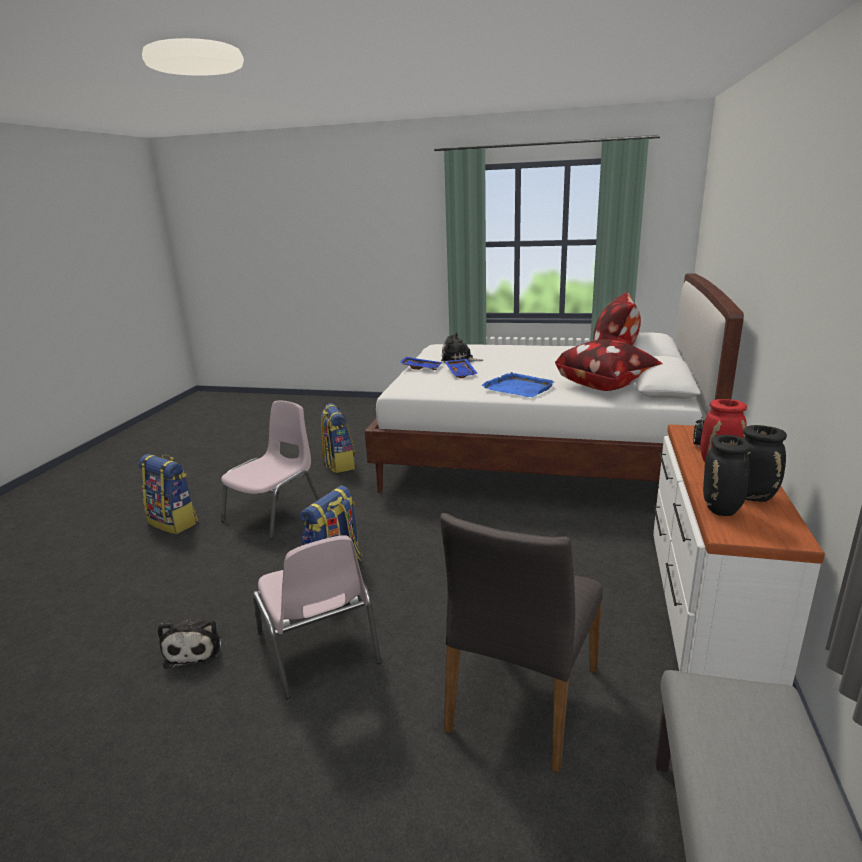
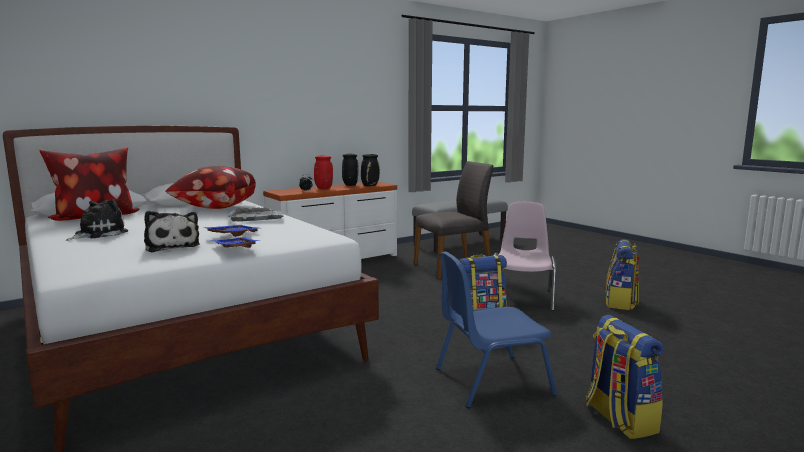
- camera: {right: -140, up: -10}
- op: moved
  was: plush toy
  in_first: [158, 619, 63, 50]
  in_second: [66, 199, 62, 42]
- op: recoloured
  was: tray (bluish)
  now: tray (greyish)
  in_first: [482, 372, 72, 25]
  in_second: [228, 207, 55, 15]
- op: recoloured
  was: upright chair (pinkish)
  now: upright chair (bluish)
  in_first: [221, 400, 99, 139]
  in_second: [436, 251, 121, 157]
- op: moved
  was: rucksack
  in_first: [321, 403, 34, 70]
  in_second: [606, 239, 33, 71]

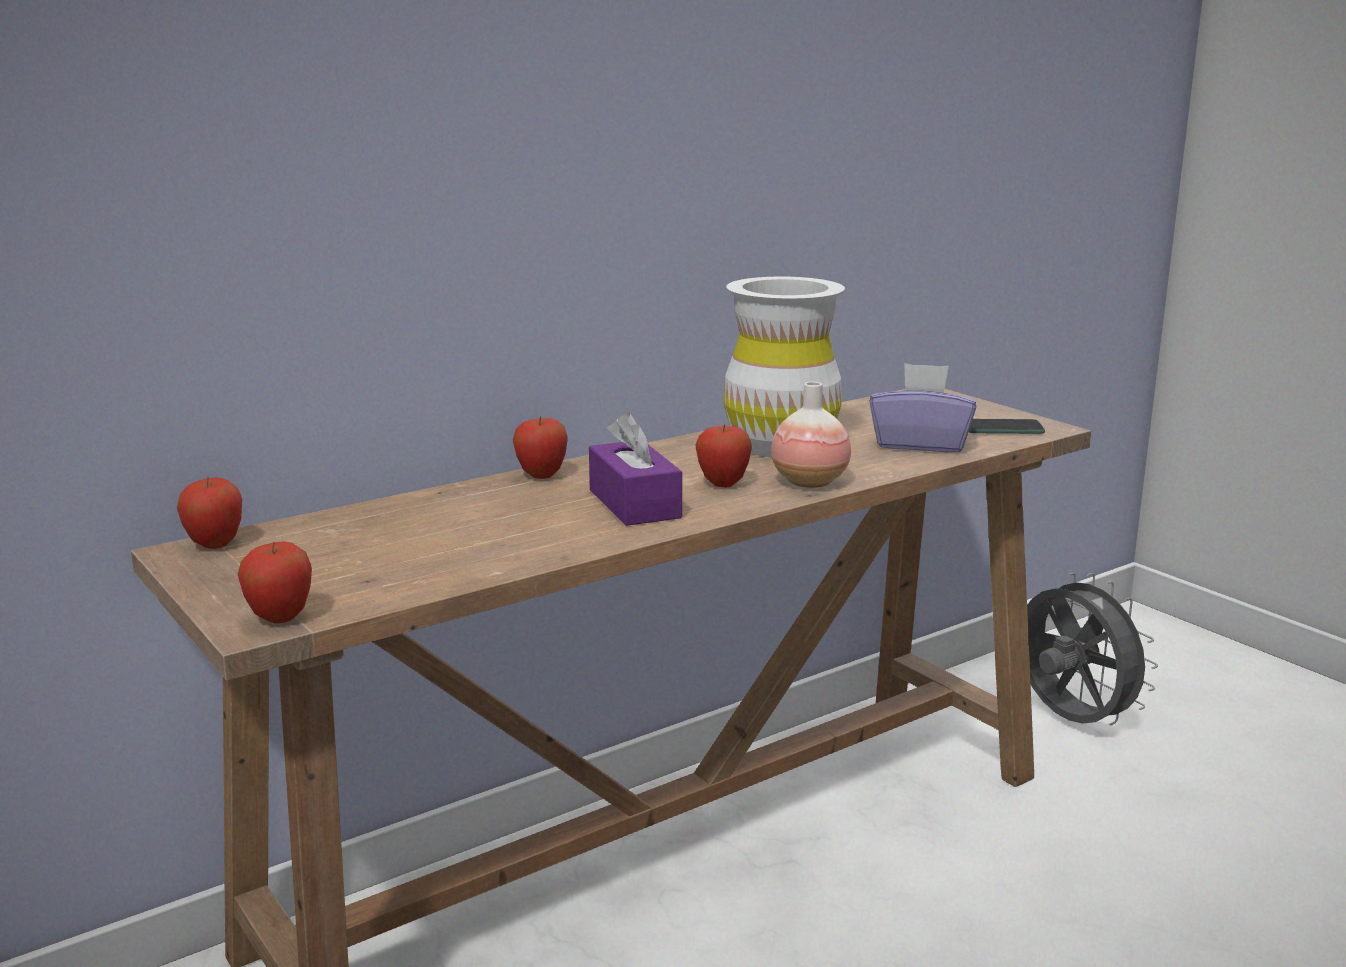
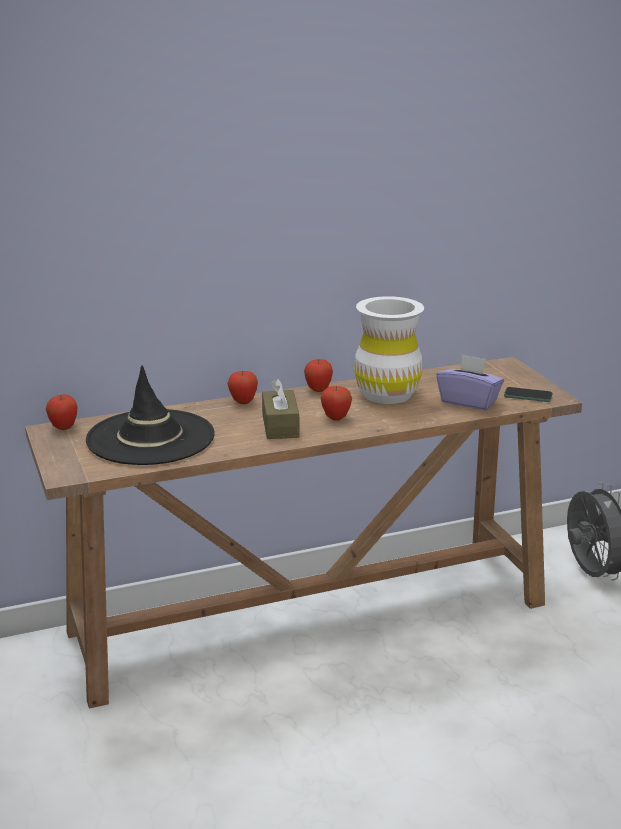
- camera: {right: 15, up: 5}
- op: added
  now: clothing hat (blackish)
  in_second: [86, 366, 129, 99]
- op: recoloured
  was: tissue holder (purplish)
  now: tissue holder (brownish)
  in_first: [589, 412, 93, 114]
  in_second: [262, 378, 37, 61]
- op: moved
  was: whole apple
  in_first: [238, 541, 74, 82]
  in_second: [304, 359, 29, 33]
- op: removed
  was: vase
  in_first: [771, 381, 80, 107]

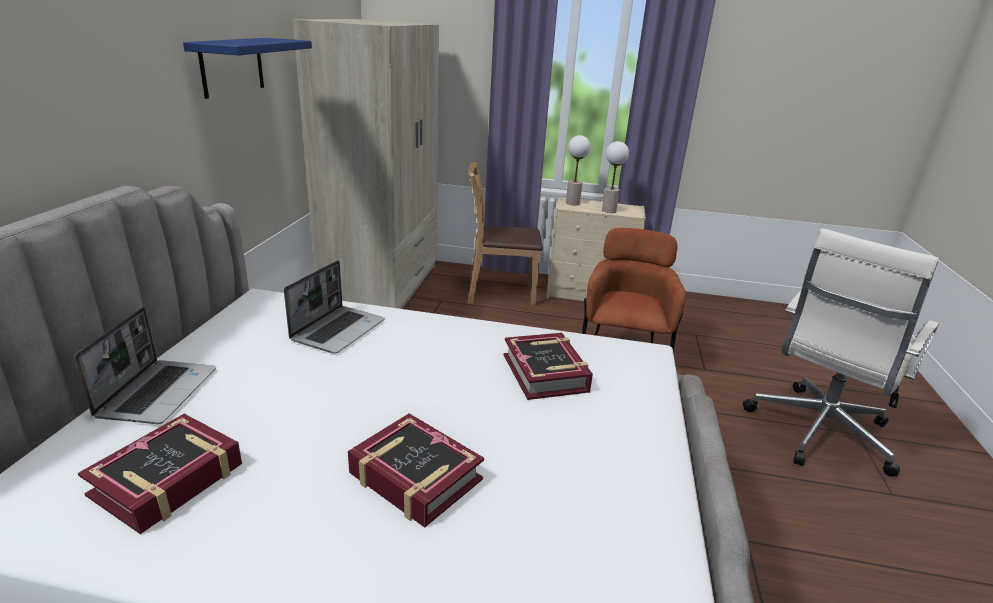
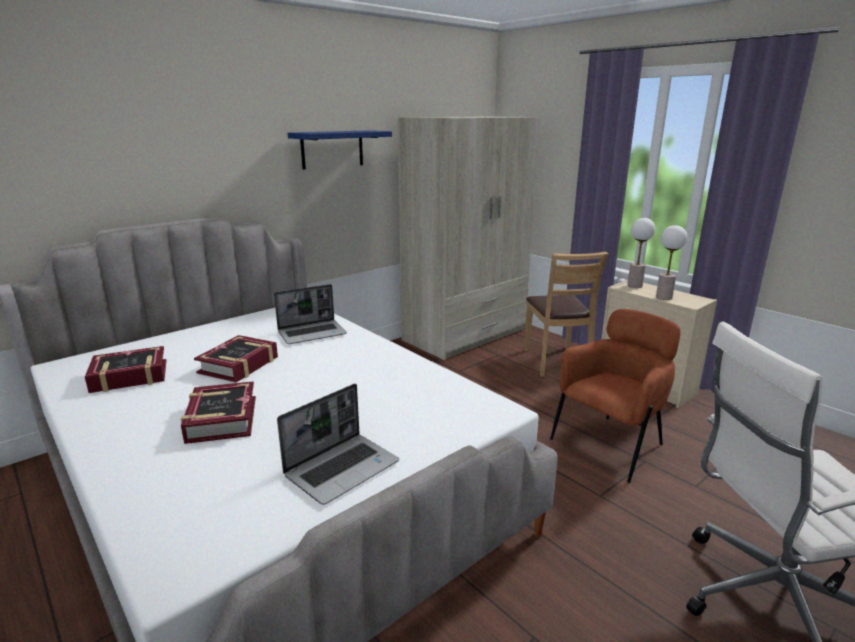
- camera: {right: 40, up: -5}
- op: moved
  was: volume
  in_first: [504, 333, 89, 67]
  in_second: [194, 335, 84, 48]
- op: moved
  was: portable computer
  in_first: [74, 307, 142, 117]
  in_second: [277, 384, 122, 121]
- op: turned
  was: upright chair (brownish)
  in_first: [468, 162, 75, 144]
  in_second: [524, 252, 84, 125]
  clockwise: -135

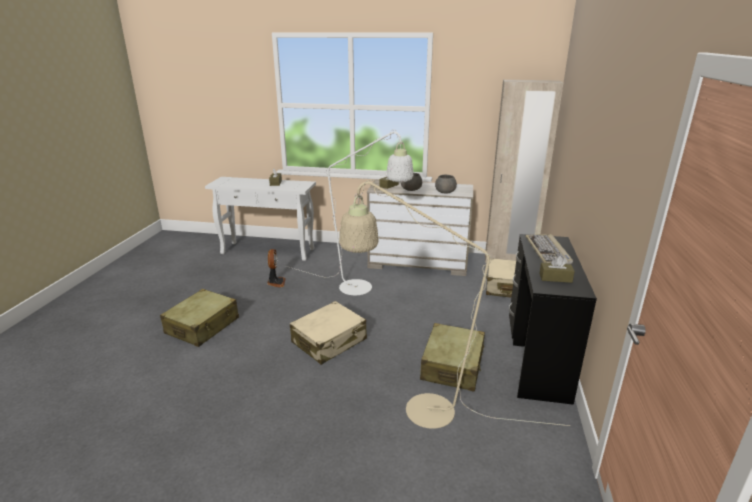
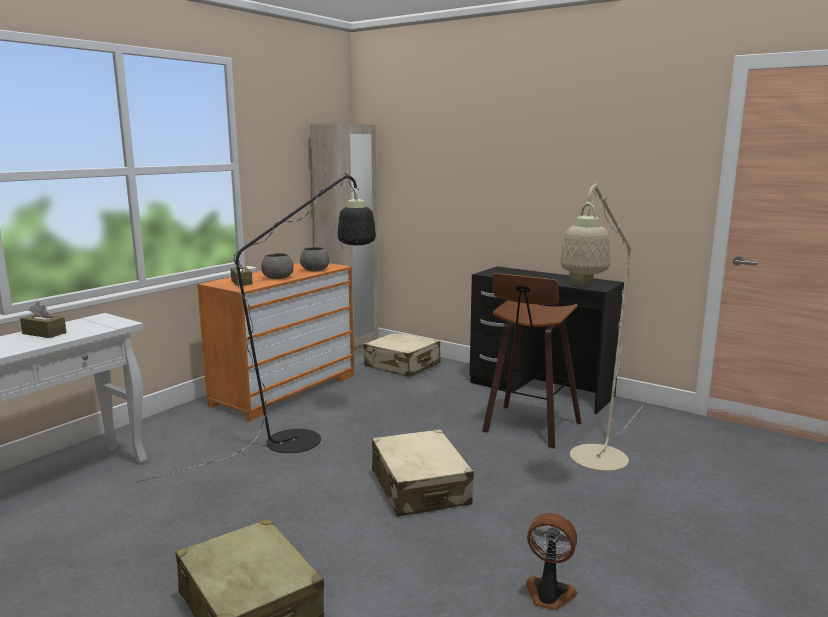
- camera: {right: -65, up: -10}
- op: recoloured
  was: floor lamp (white-coloured)
  now: floor lamp (blackish)
  in_first: [286, 130, 127, 165]
  in_second: [137, 173, 239, 310]
- op: recoloured
  was: dresser (beige)
  now: dresser (orange-coloured)
  in_first: [367, 180, 106, 96]
  in_second: [197, 263, 157, 159]
- op: replaced
  was: travel case (beige)
  now: stool
  in_first: [420, 323, 65, 69]
  in_second: [482, 273, 99, 175]
- op: moved
  was: electric fan
  in_first: [267, 249, 19, 39]
  in_second: [526, 513, 51, 97]
- op: removed
  was: keyboard
  in_first: [525, 234, 48, 30]

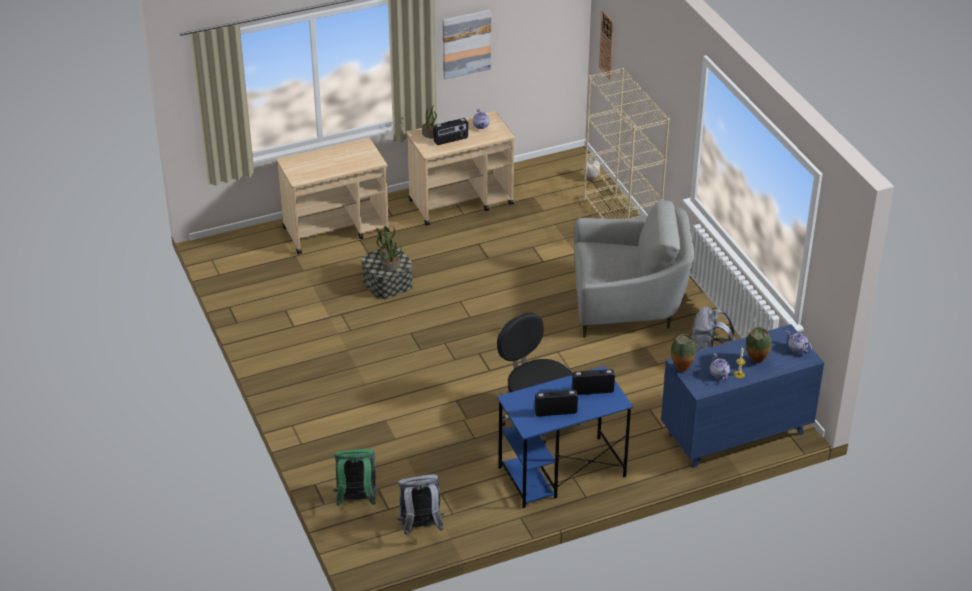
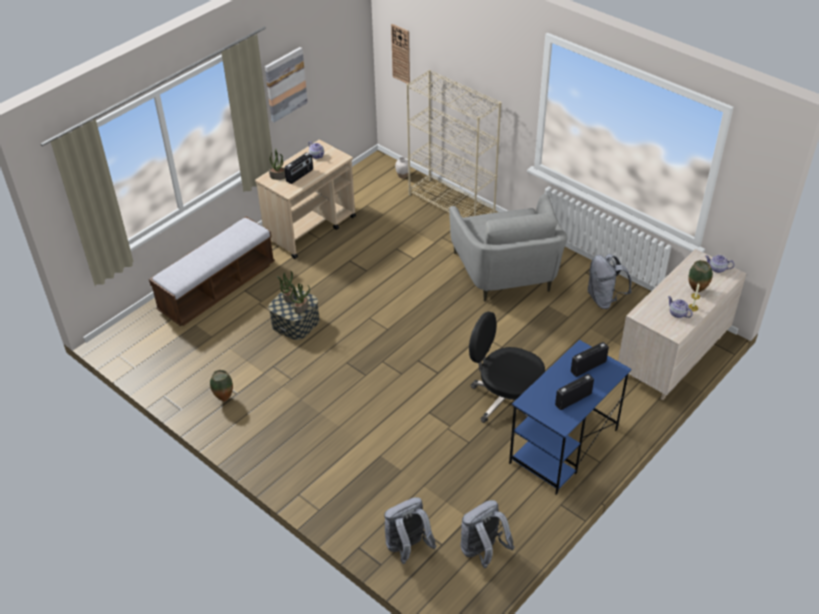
- camera: {right: -25, up: 5}
- op: replaced
  was: wheeled cart (beige)
  now: long seat
  in_first: [277, 137, 113, 117]
  in_second: [149, 216, 126, 110]
- op: moved
  was: vase
  in_first: [671, 334, 25, 38]
  in_second: [210, 370, 23, 32]
- op: recoloured
  was: rucksack (green)
  now: rucksack (greyish)
  in_first: [333, 449, 46, 57]
  in_second: [384, 497, 53, 67]
- op: turned
  was: lounge chair (greyish)
  in_first: [574, 200, 120, 138]
  in_second: [449, 194, 119, 108]
  clockwise: 105
- op: recoloured
  was: dresser (bluish)
  now: dresser (beige)
  in_first: [661, 324, 163, 144]
  in_second: [618, 249, 129, 151]

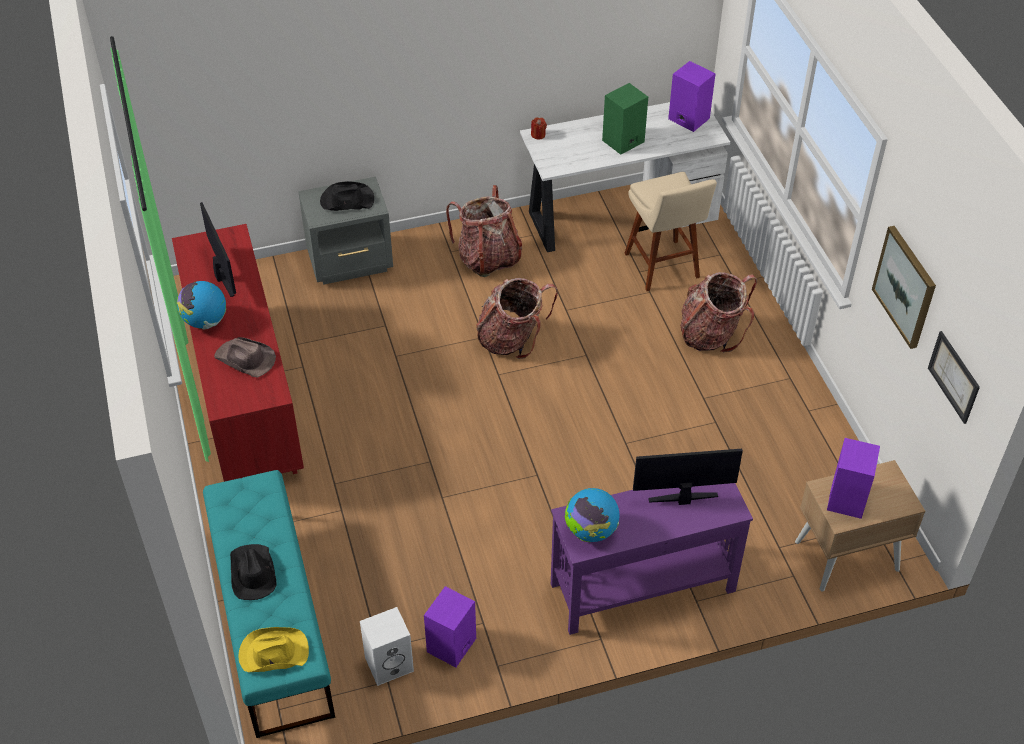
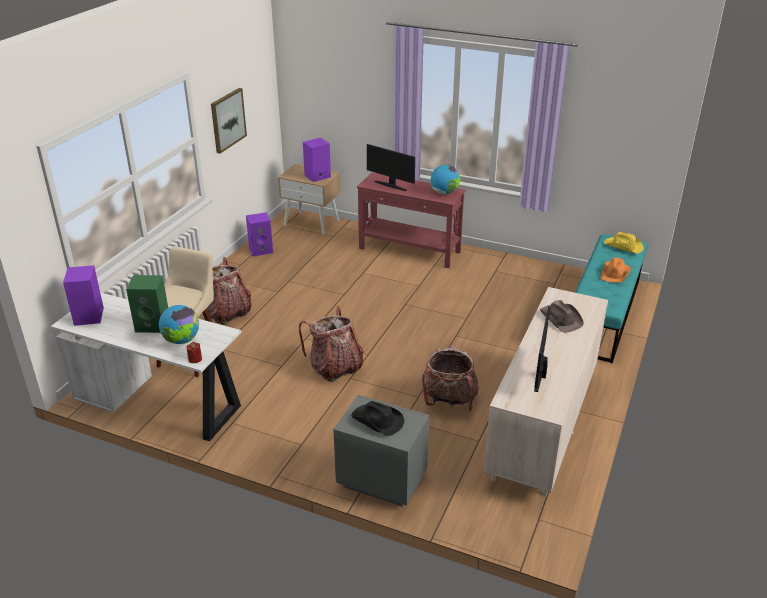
- camera: {right: -140, up: -15}
- op: moved
  was: world globe
  in_first: [177, 281, 49, 48]
  in_second: [159, 305, 40, 39]
- op: moved
  was: speaker (purplish)
  in_first: [424, 586, 52, 81]
  in_second: [246, 212, 27, 44]
- op: recoloured
  was: hall table (purplish)
  now: hall table (reddish)
  in_first: [551, 483, 202, 152]
  in_second: [357, 172, 109, 96]
- op: moved
  was: rucksack
  in_first: [446, 185, 76, 92]
  in_second: [422, 346, 57, 66]
- op: recoloured
  was: dresser (reddish)
  now: dresser (beige)
  in_first: [172, 224, 132, 258]
  in_second: [484, 287, 124, 210]
- op: recoloured
  was: clothing hat (blackish)
  now: clothing hat (orange-coloured)
  in_first: [230, 544, 47, 56]
  in_second: [600, 258, 32, 25]
- op: removed
  was: speaker (white-coloured)
  in_first: [360, 607, 54, 79]
- op: removed
  was: wall art
  in_first: [928, 331, 52, 93]

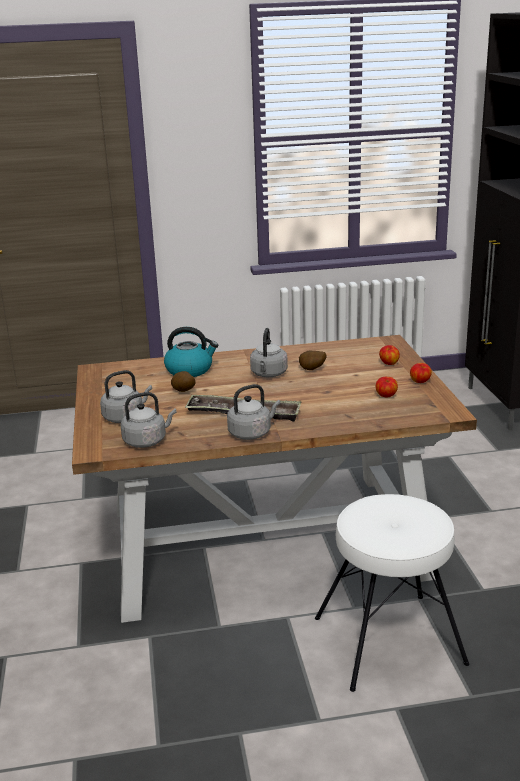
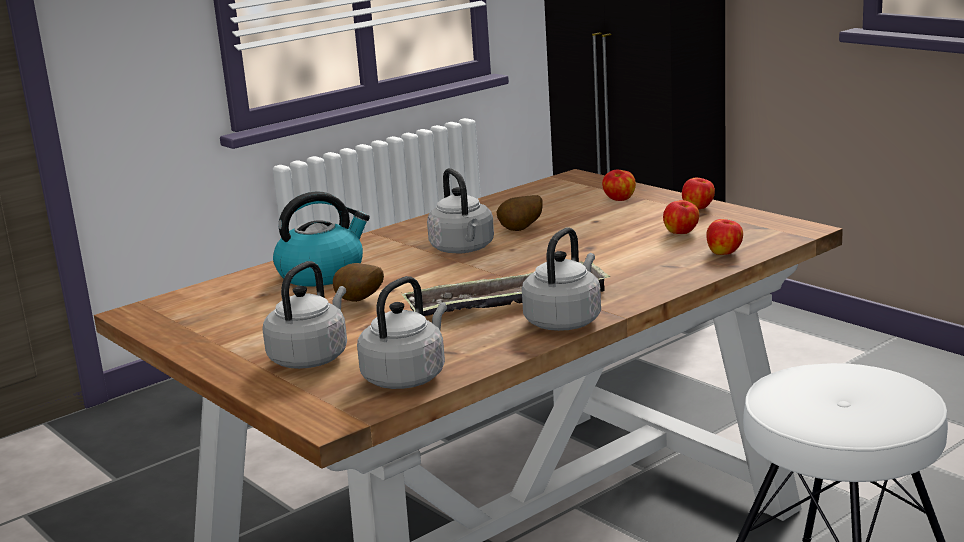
- camera: {right: -30, up: -5}
- op: added
  now: whole apple
  in_second: [706, 219, 37, 36]

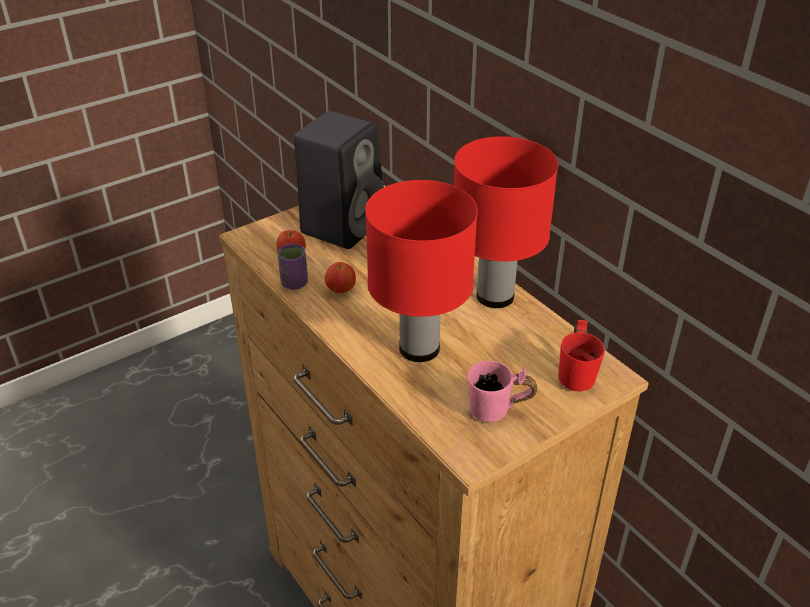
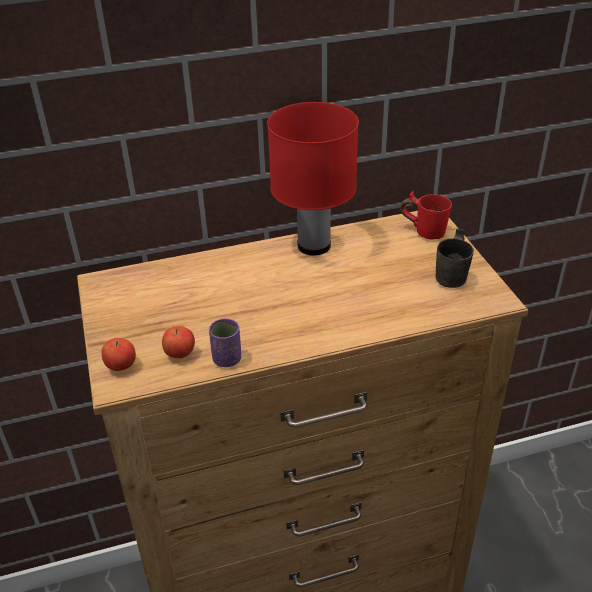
- camera: {right: -70, up: 0}
- op: moved
  was: whole apple
  in_first: [325, 262, 31, 32]
  in_second: [101, 338, 35, 33]
- op: recoloured
  was: tea mug (pinkish)
  now: tea mug (greyish)
  in_first: [468, 361, 69, 61]
  in_second: [436, 229, 38, 59]
- op: removed
  was: speaker (blackish)
  in_first: [294, 111, 90, 138]
- op: removed
  was: tabletop lamp (reddish)
  in_first: [365, 180, 113, 182]

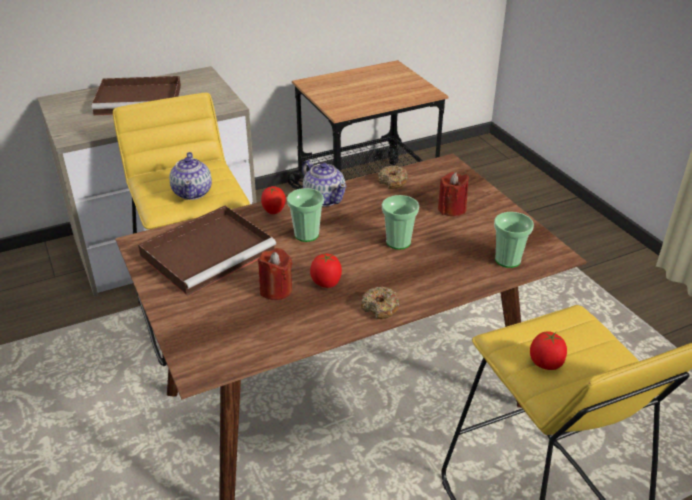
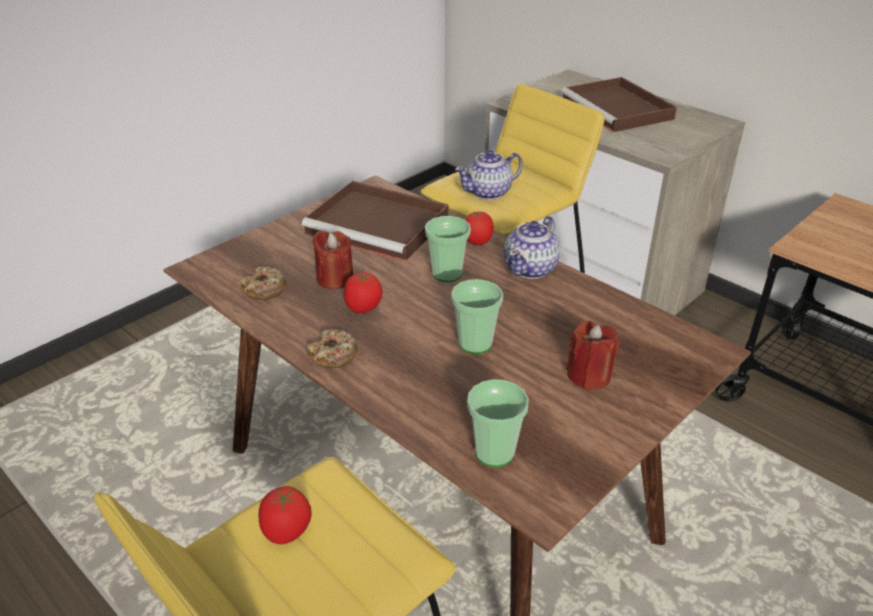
- camera: {right: 70, up: 0}
- op: moved
  was: donut
  in_first: [377, 166, 32, 23]
  in_second: [241, 266, 46, 34]

